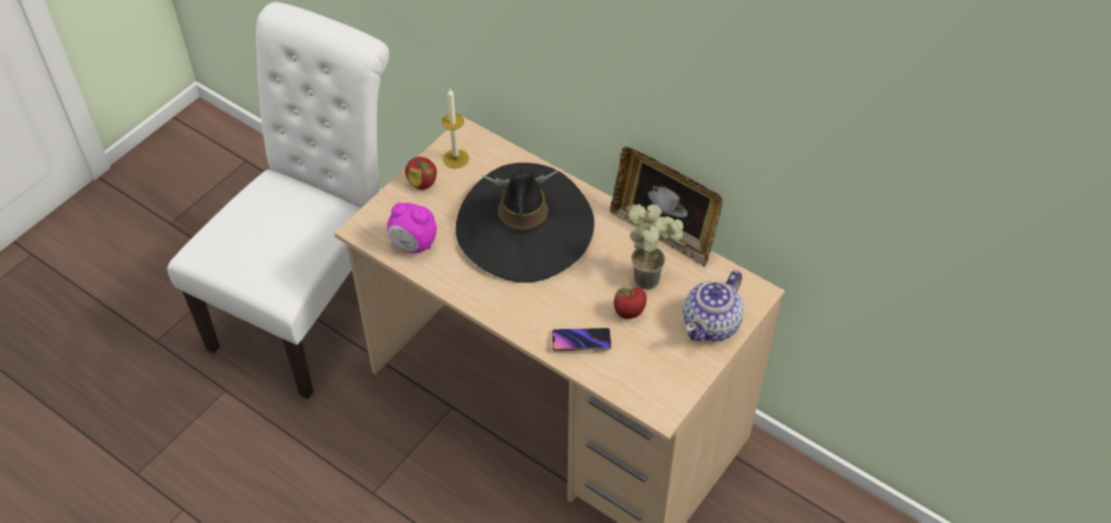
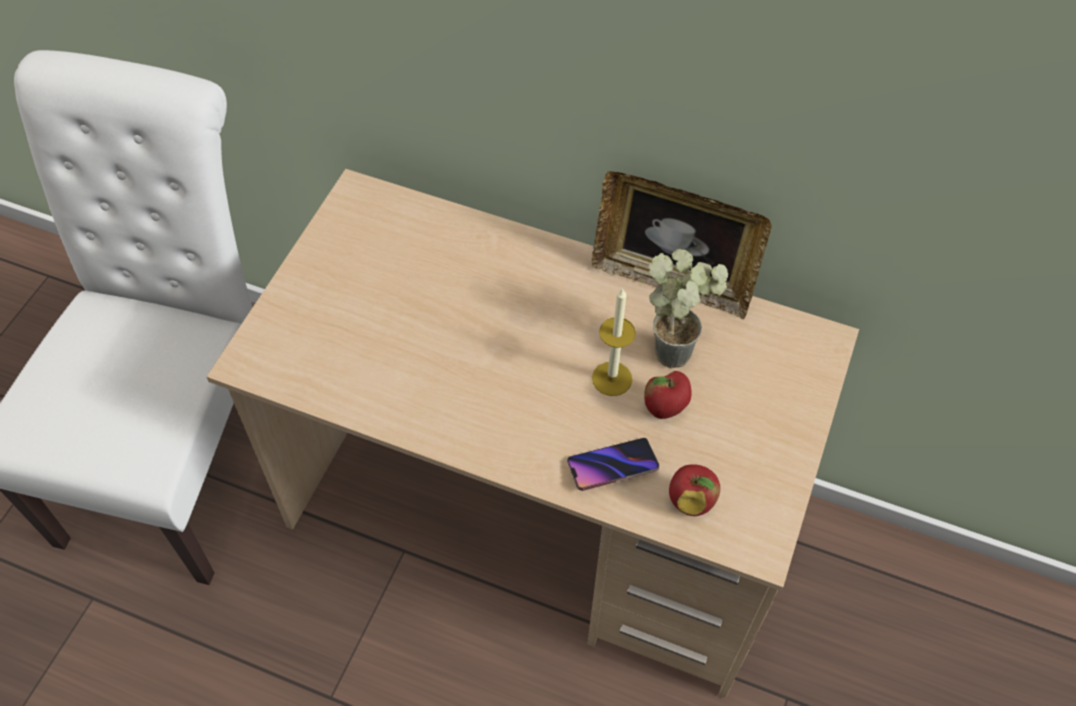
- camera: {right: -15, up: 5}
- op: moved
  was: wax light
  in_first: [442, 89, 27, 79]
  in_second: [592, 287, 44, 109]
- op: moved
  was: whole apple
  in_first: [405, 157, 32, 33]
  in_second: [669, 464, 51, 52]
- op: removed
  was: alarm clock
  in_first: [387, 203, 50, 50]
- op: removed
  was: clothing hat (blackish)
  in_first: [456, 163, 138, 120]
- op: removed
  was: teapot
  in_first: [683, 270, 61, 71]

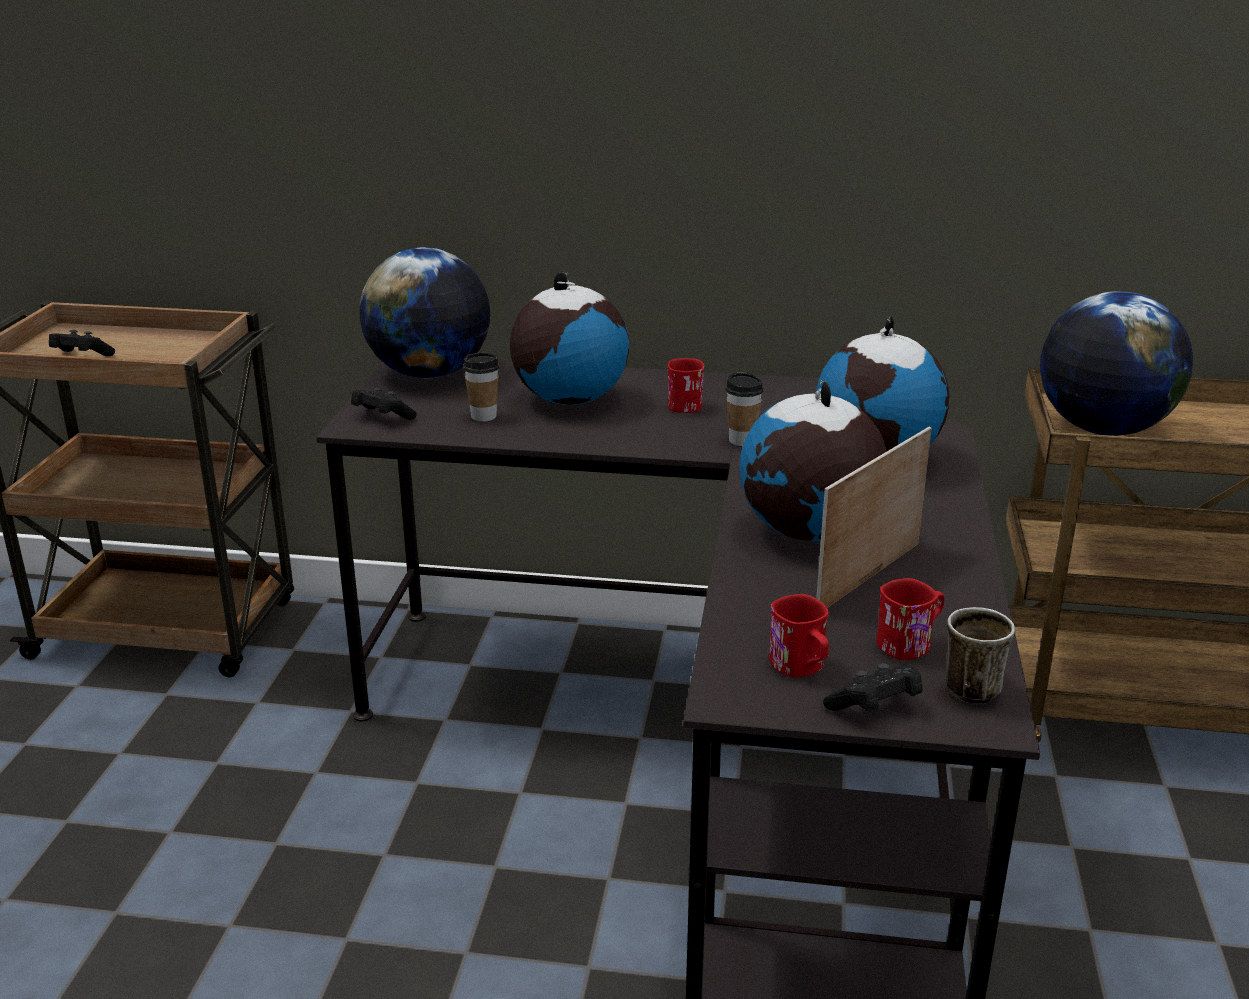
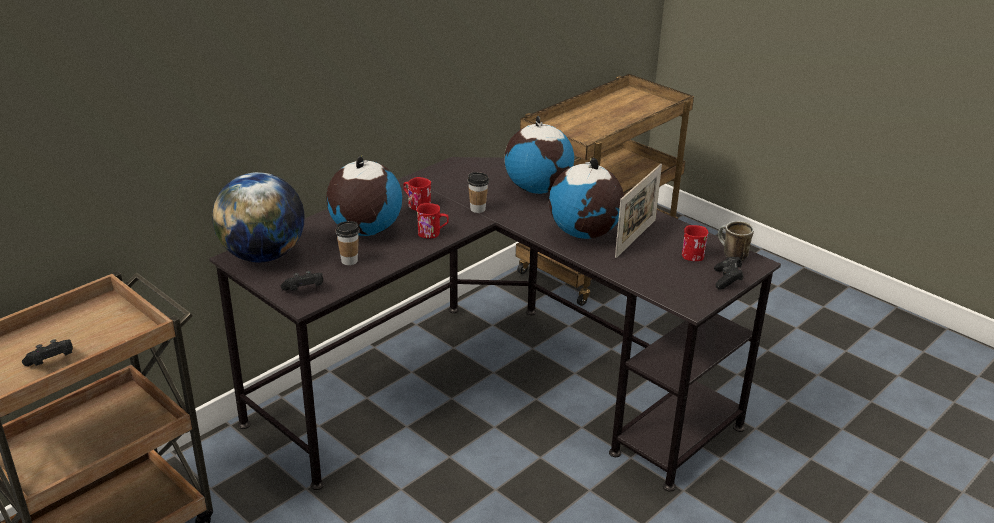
- camera: {right: -55, up: 5}
- op: moved
  was: tea mug (reddish)
  in_first: [769, 594, 60, 84]
  in_second: [417, 203, 32, 35]
- op: turned
  was: photo frame
  in_first: [816, 427, 116, 181]
  in_second: [615, 164, 47, 94]
  clockwise: -135
- op: removed
  was: world globe
  in_first: [1040, 291, 153, 145]

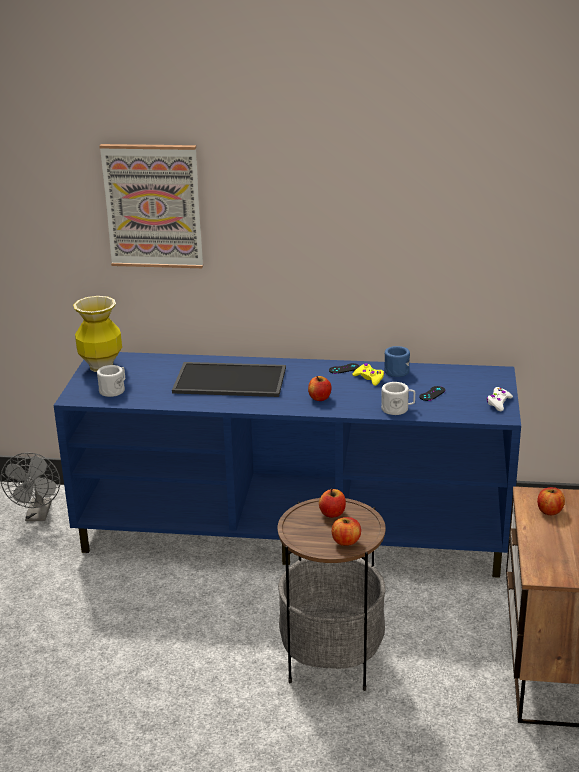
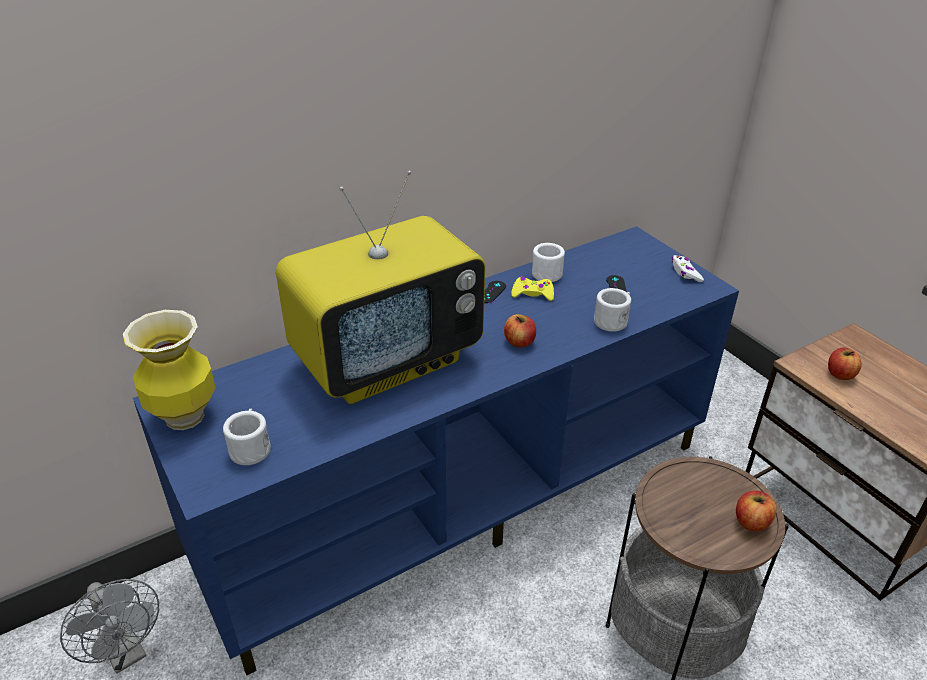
- camera: {right: -40, up: 10}
- op: replaced
  was: tray
  now: TV
  in_first: [172, 362, 114, 35]
  in_second: [276, 171, 209, 233]
- op: recoloured
  was: tea mug (bluish)
  now: tea mug (white-coloured)
  in_first: [384, 346, 26, 31]
  in_second: [532, 243, 33, 39]
- op: removed
  was: wall art
  in_first: [99, 144, 104, 124]
- op: removed
  was: whole apple
  in_first: [319, 489, 27, 29]

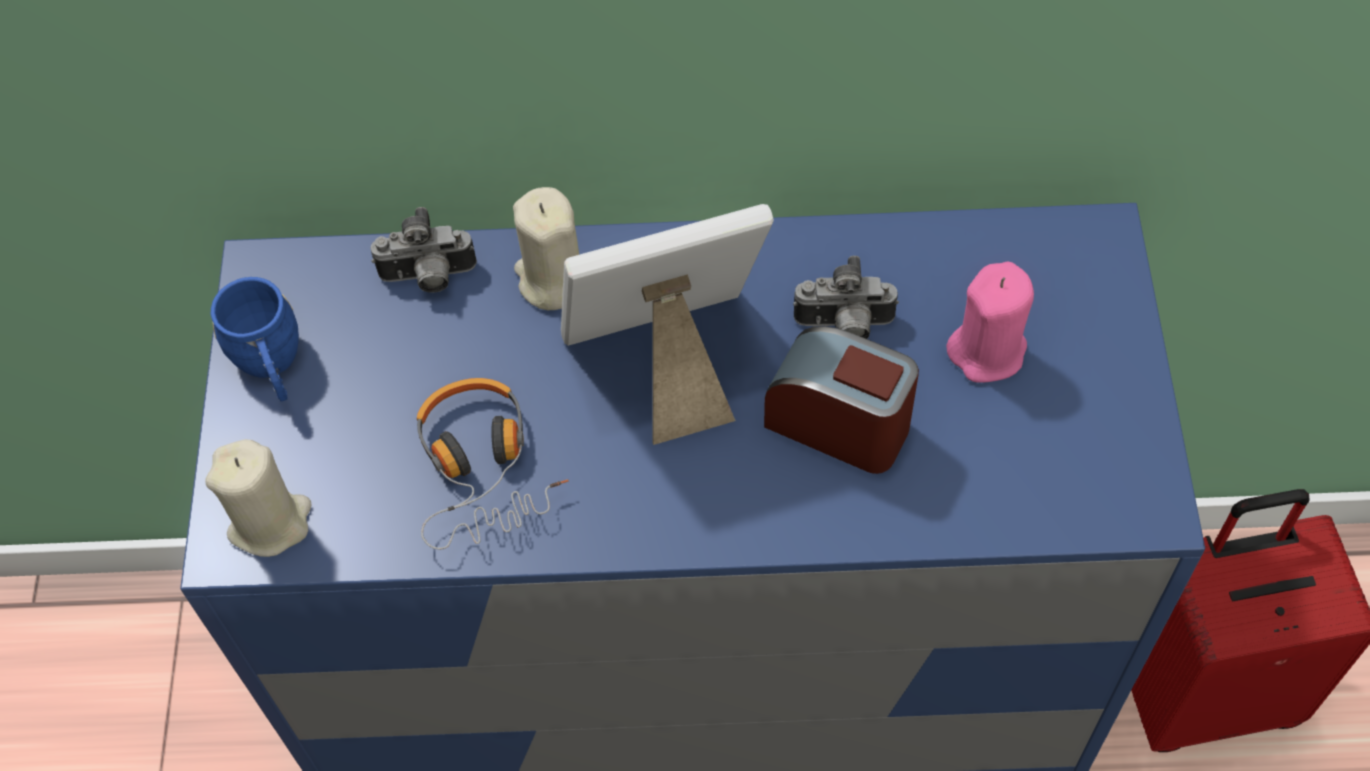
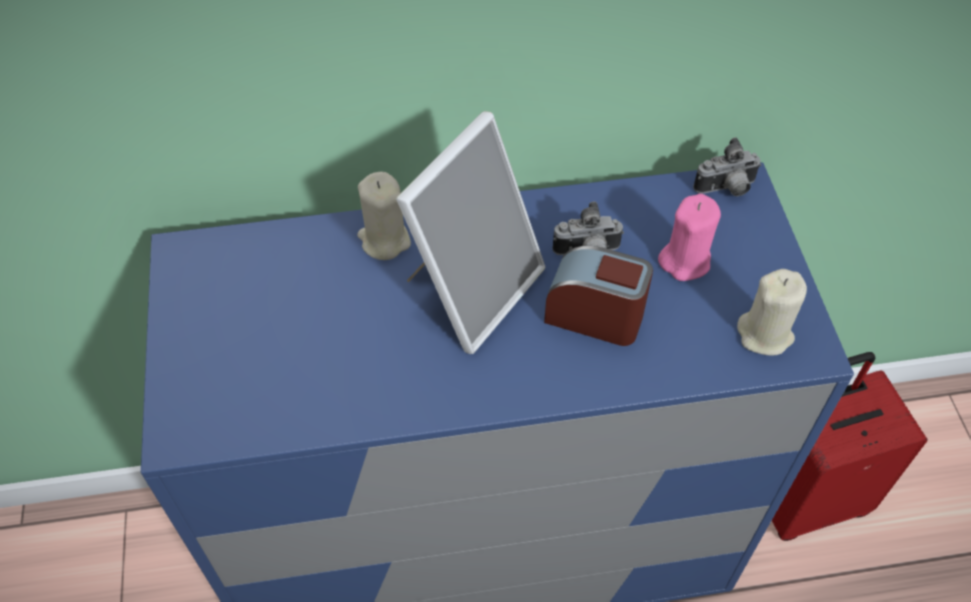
- camera: {right: -10, up: -5}
- op: turned
  was: photo frame
  in_first: [561, 204, 213, 241]
  in_second: [396, 111, 149, 243]
  clockwise: 150
- op: moved
  was: still camera
  in_first: [370, 207, 107, 86]
  in_second: [693, 137, 69, 59]
- op: moved
  was: wax light (beige)
  in_first: [205, 439, 107, 118]
  in_second: [737, 269, 70, 87]
- op: removed
  was: tea mug (bluish)
  in_first: [211, 277, 88, 125]
- op: removed
  was: headset
  in_first: [417, 378, 152, 172]

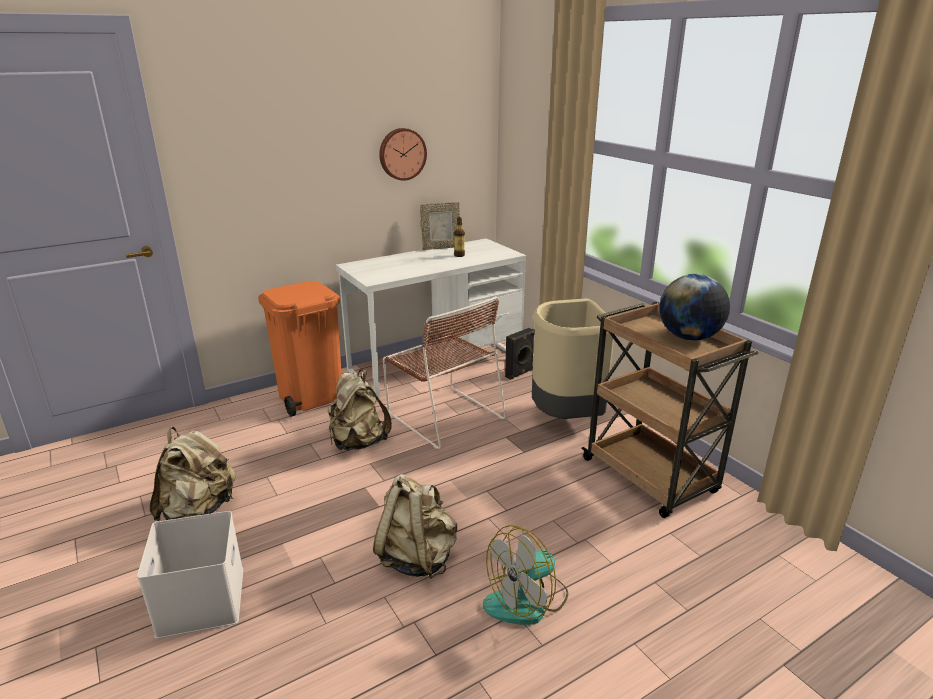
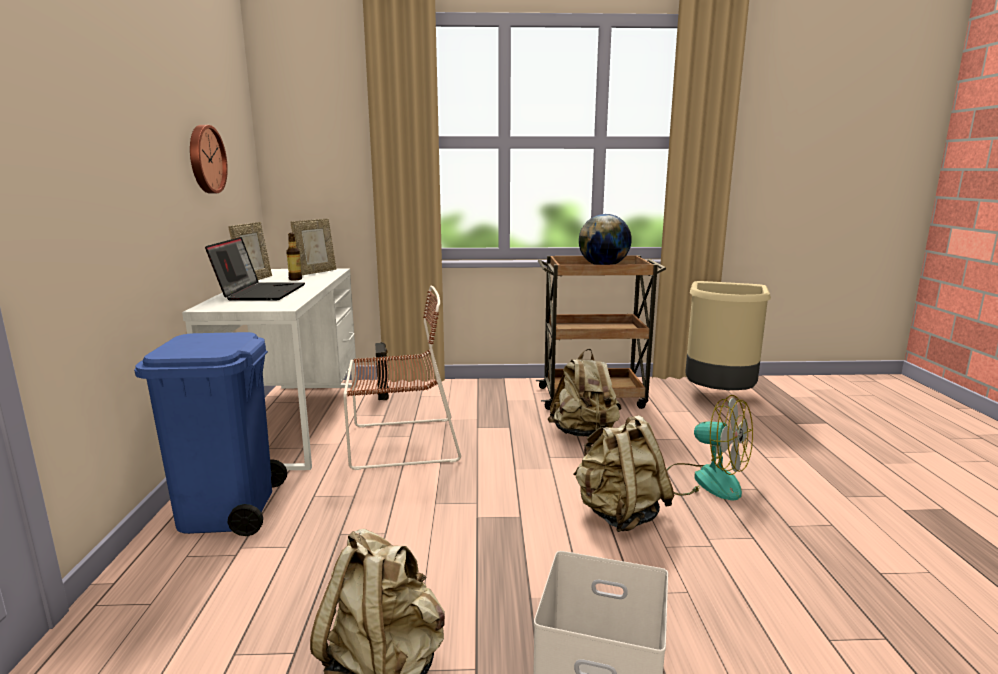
- camera: {right: -60, up: -10}
- op: recoloured
  was: rubbish bin (orange-coloured)
  now: rubbish bin (bluish)
  in_first: [258, 281, 84, 136]
  in_second: [134, 332, 153, 204]
- op: added
  now: portable computer
  in_second: [205, 237, 100, 63]
- op: added
  now: photo frame
  in_second: [290, 219, 46, 56]
- op: moved
  was: rucksack (beige)
  in_first: [328, 370, 64, 80]
  in_second: [547, 349, 74, 88]
- op: turned
  was: electric fan
  in_first: [483, 525, 85, 100]
  in_second: [667, 395, 86, 105]
  clockwise: -45
- op: moved
  was: rubbish bin (beige)
  in_first: [532, 298, 82, 121]
  in_second: [685, 281, 86, 109]

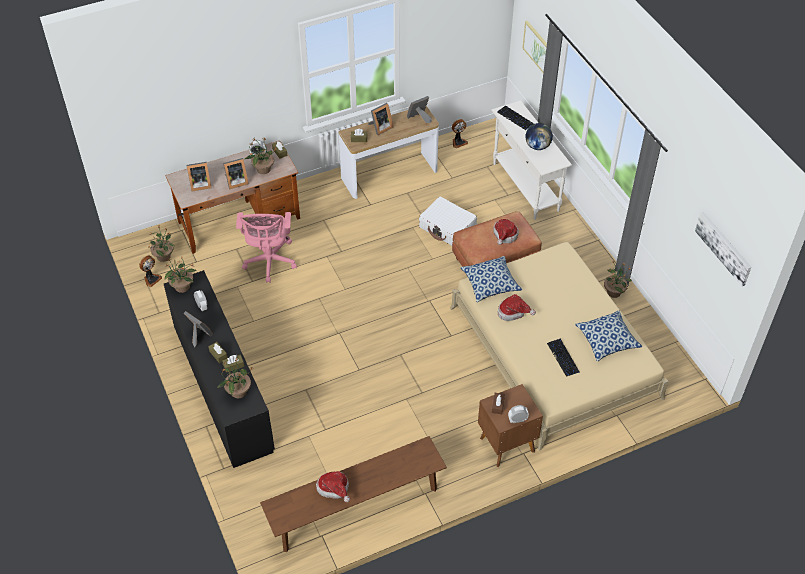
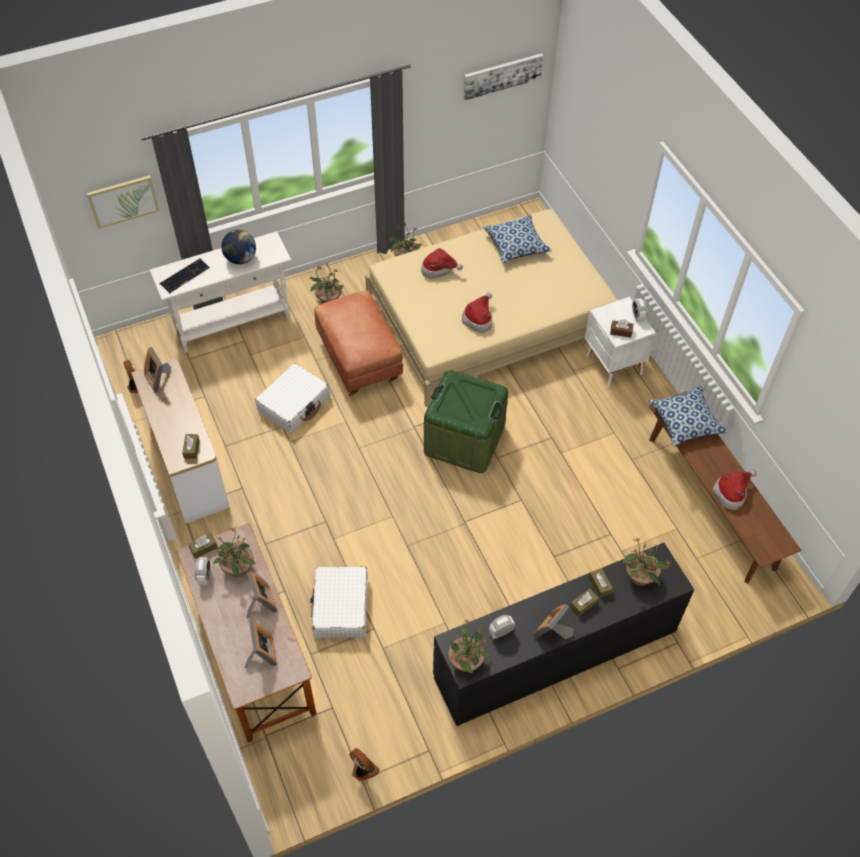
- camera: {right: -90, up: 5}
- op: moved
  was: plant in a pot
  in_first: [149, 226, 26, 36]
  in_second: [309, 263, 35, 41]
- op: replaced
  was: office chair (pinkish)
  now: travel case (white-coloured)
  in_first: [236, 212, 61, 71]
  in_second: [310, 567, 58, 71]
- op: moved
  was: clothing hat
  in_first: [493, 219, 26, 26]
  in_second: [421, 248, 42, 30]
- op: added
  now: storage container (green)
  in_second: [424, 370, 84, 103]
- op: recoloured
  was: nightstand (brownish)
  now: nightstand (white-coloured)
  in_first: [478, 384, 65, 83]
  in_second: [585, 297, 71, 90]
- op: moved
  was: throw pillow
  in_first: [460, 256, 62, 46]
  in_second: [649, 386, 79, 61]
- op: removed
  was: photo frame
  in_first: [368, 103, 25, 32]
- op: removed
  was: keyboard
  in_first: [547, 339, 33, 38]

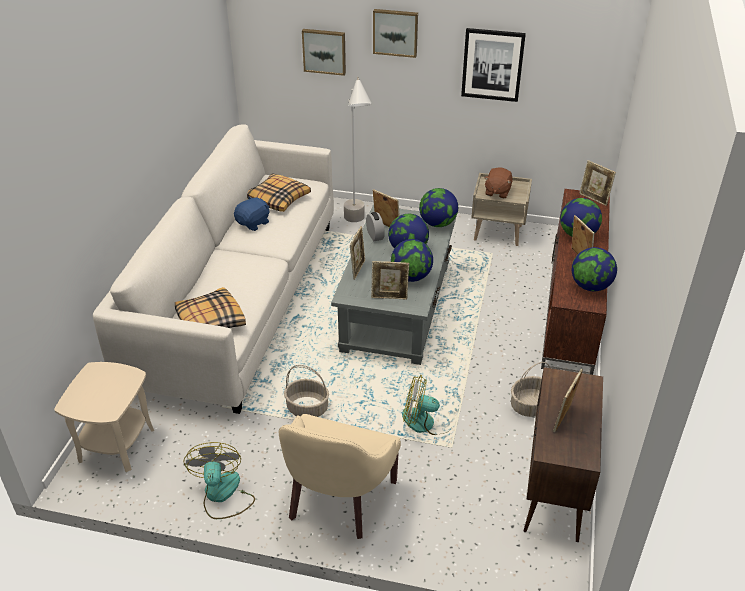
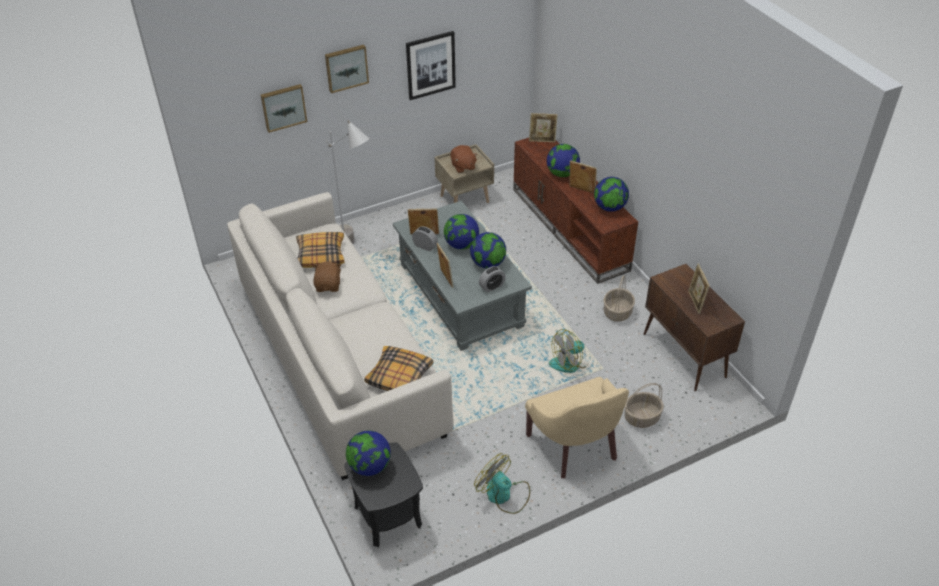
- camera: {right: -40, up: 5}
- op: recoloured
  was: plush toy (bluish)
  now: plush toy (brownish)
  in_first: [234, 196, 36, 35]
  in_second: [313, 261, 28, 31]
- op: recoloured
  was: side table (beige)
  now: side table (blackish)
  in_first: [54, 362, 100, 110]
  in_second: [344, 442, 79, 105]
- op: moved
  was: world globe
  in_first: [419, 188, 39, 39]
  in_second: [346, 431, 45, 45]
- op: replaced
  was: photo frame
  now: alarm clock
  in_first: [371, 261, 38, 39]
  in_second: [479, 266, 27, 26]
- op: moved
  was: basket
  in_first: [284, 365, 45, 52]
  in_second: [625, 383, 39, 45]

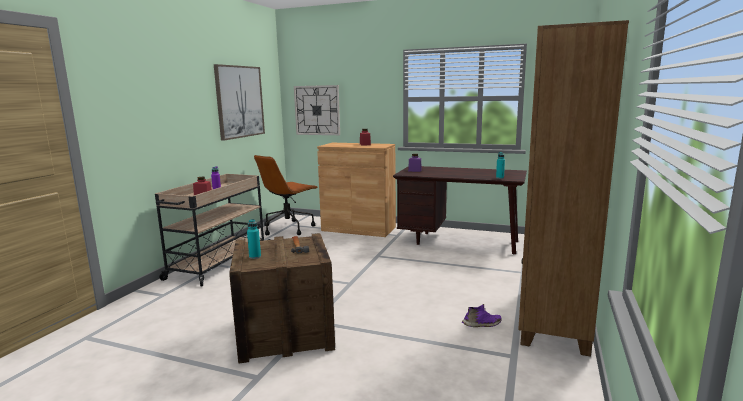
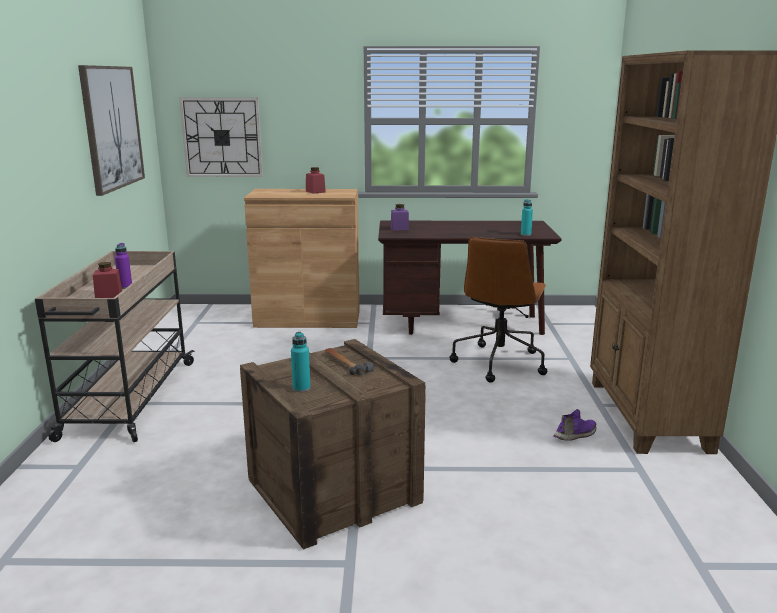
- camera: {right: -20, up: 5}
- op: moved
  was: office chair (brownish)
  in_first: [254, 155, 64, 80]
  in_second: [450, 237, 97, 146]

